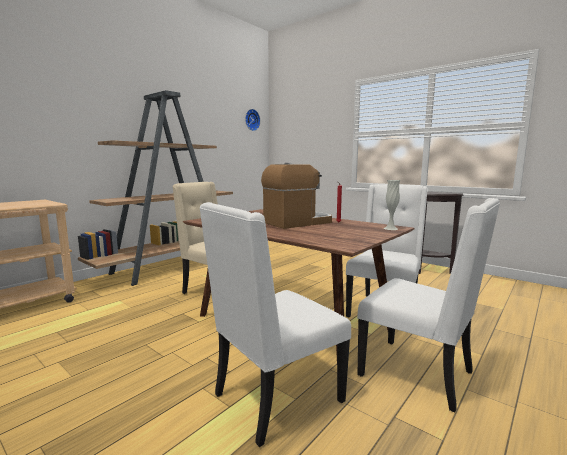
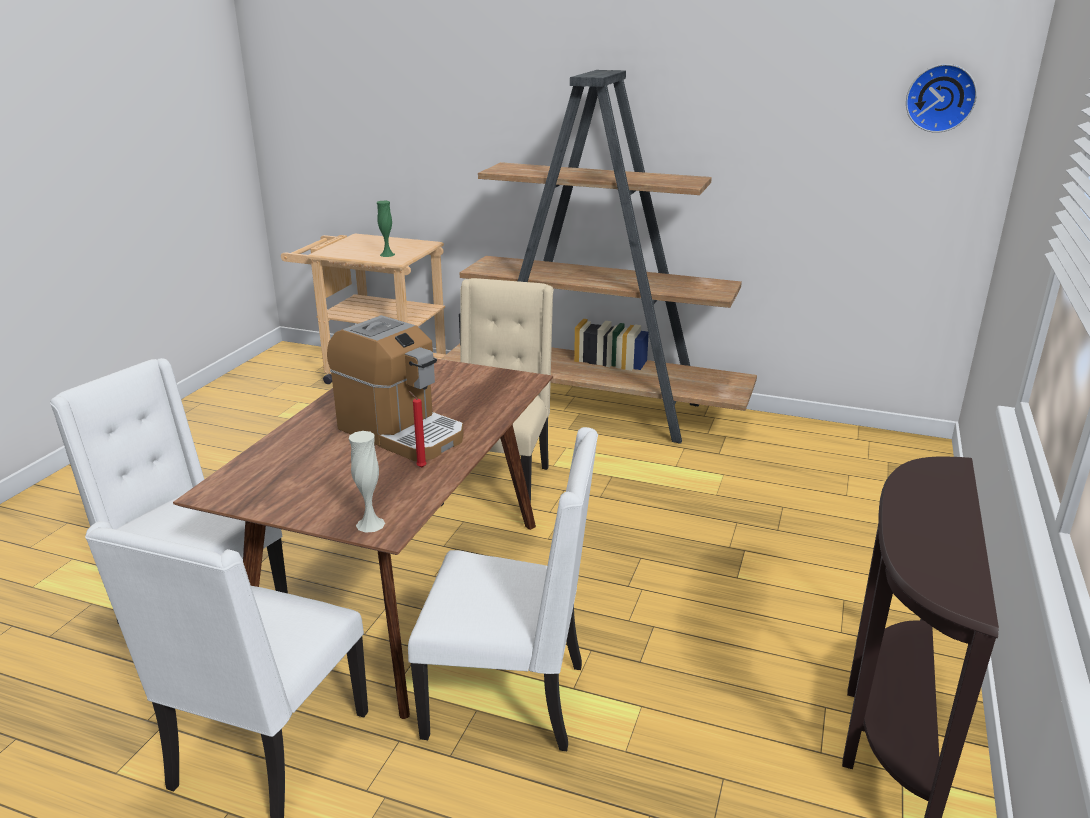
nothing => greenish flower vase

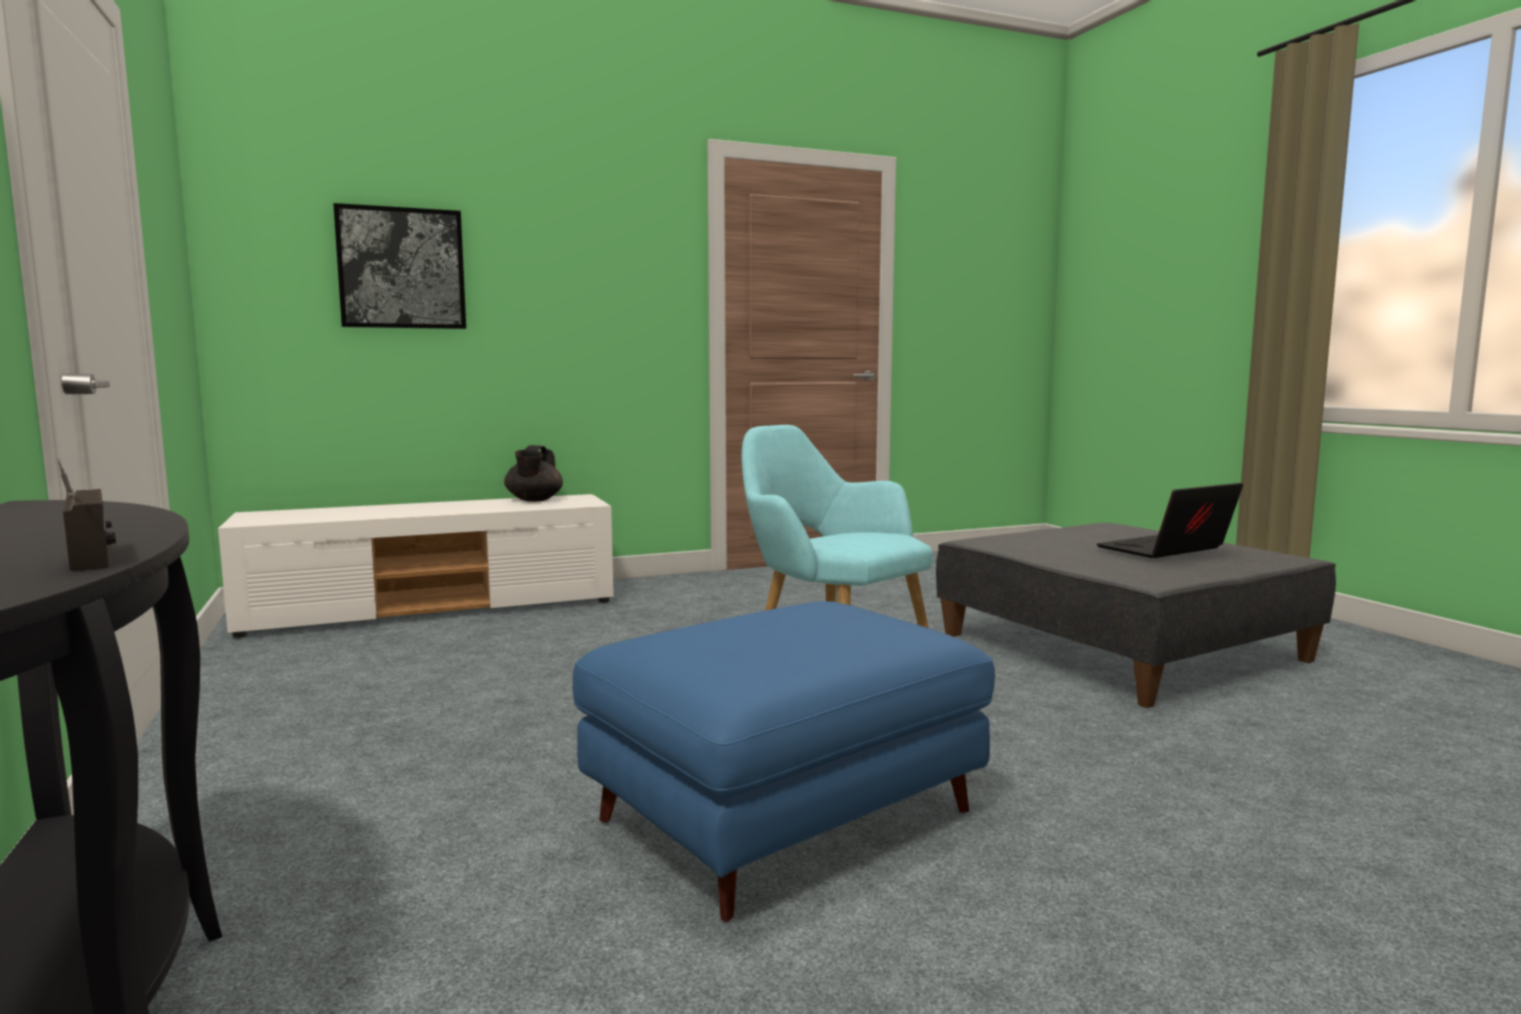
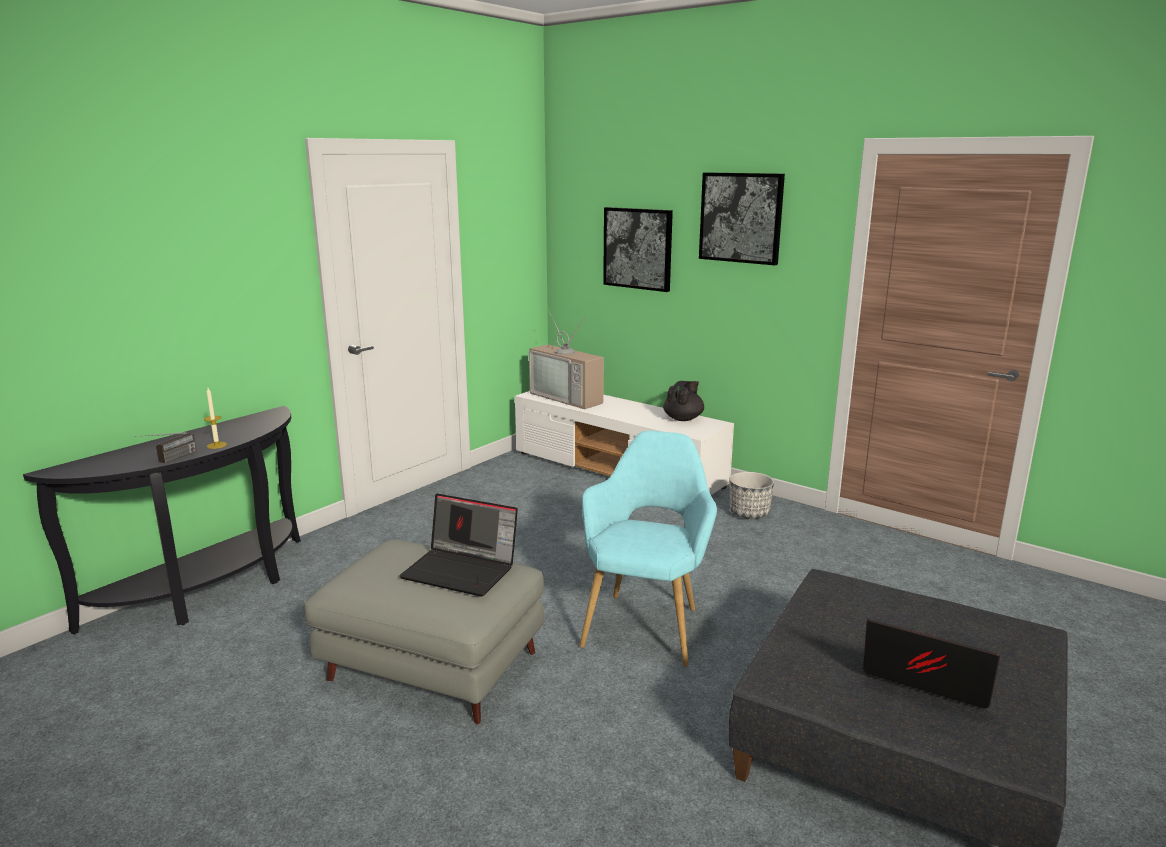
blackish teapot, 150 degrees clockwise
blue pouffe => greyish pouffe (no. 1 from left)
nothing => wax candle
nothing => laptop (no. 1 from left)
nothing => TV set
nothing => wall picture (no. 2 from left)
nothing => planter

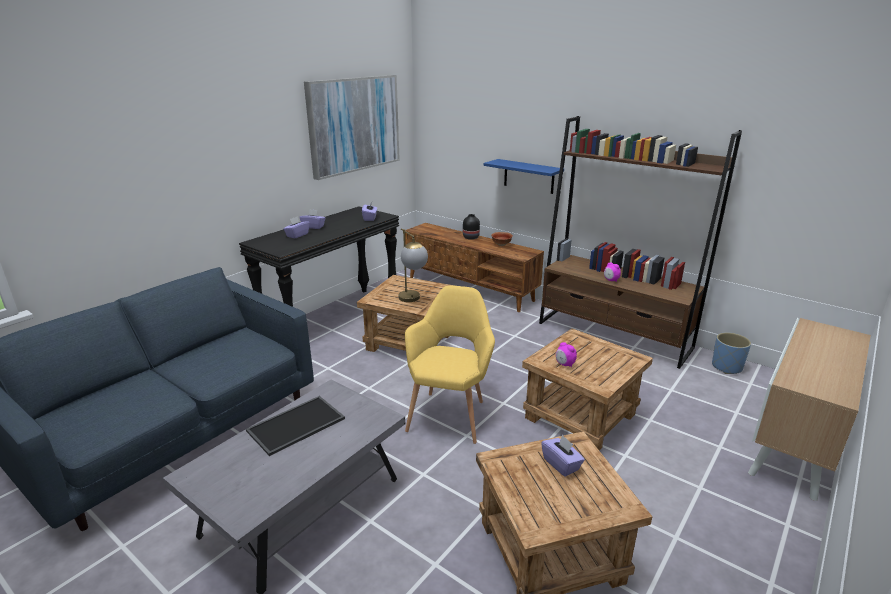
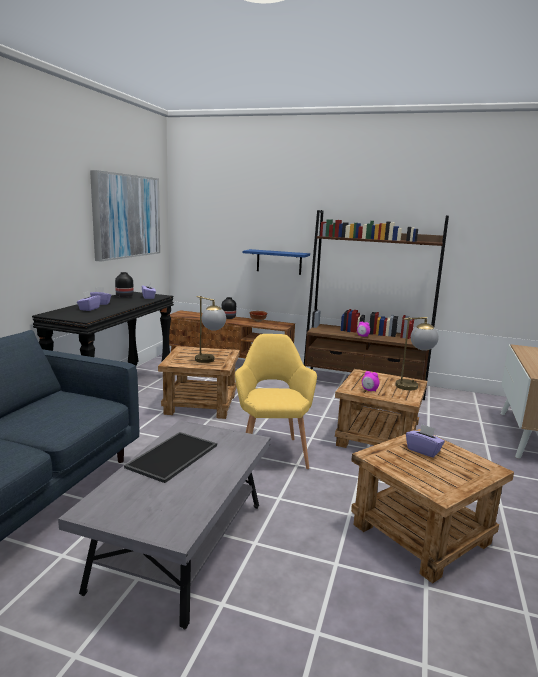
blue planter => nothing
nothing => blackish flower vase (no. 1 from left)
nothing => lamp for a table (no. 2 from left)

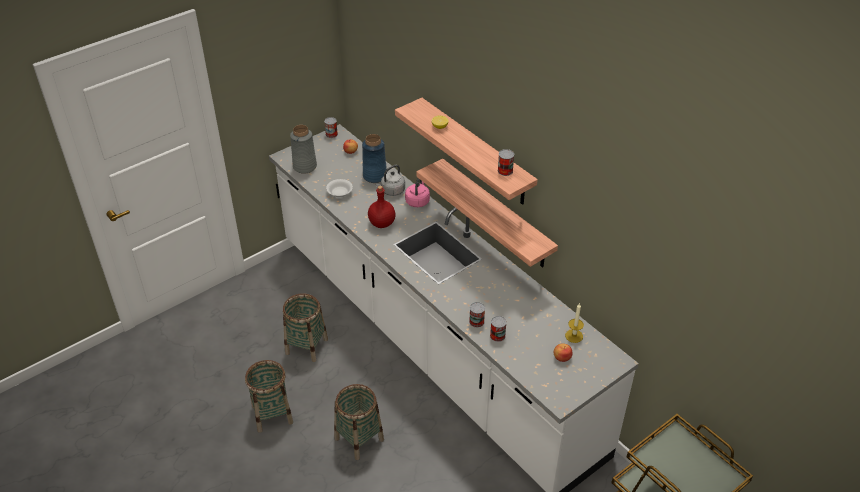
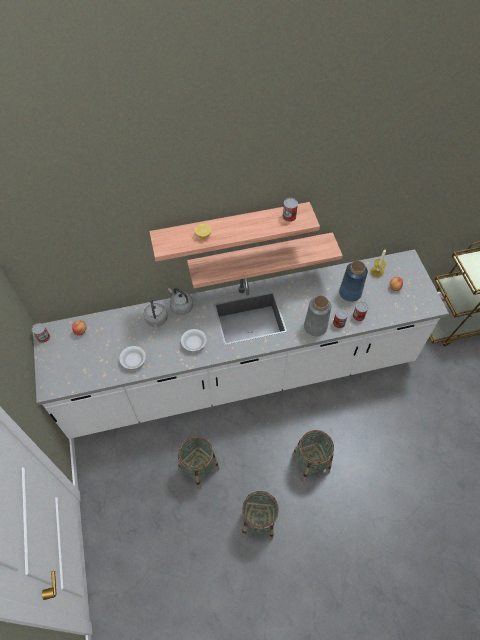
greyish flower vase, relocated
blue flower vase, relocated
red-coloured beverage bottle => white-coloured serving bowl (no. 2 from left)
pinkish tea kettle => greyish tea kettle (no. 2 from left)

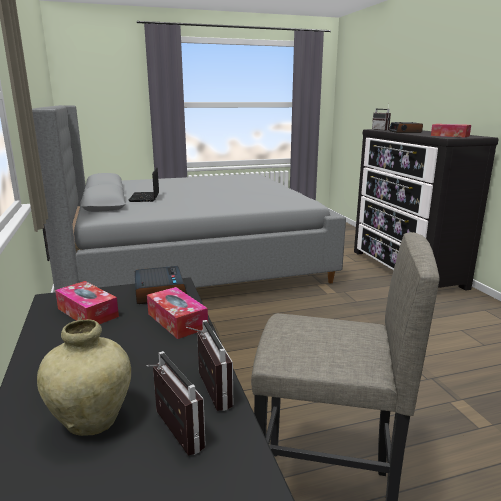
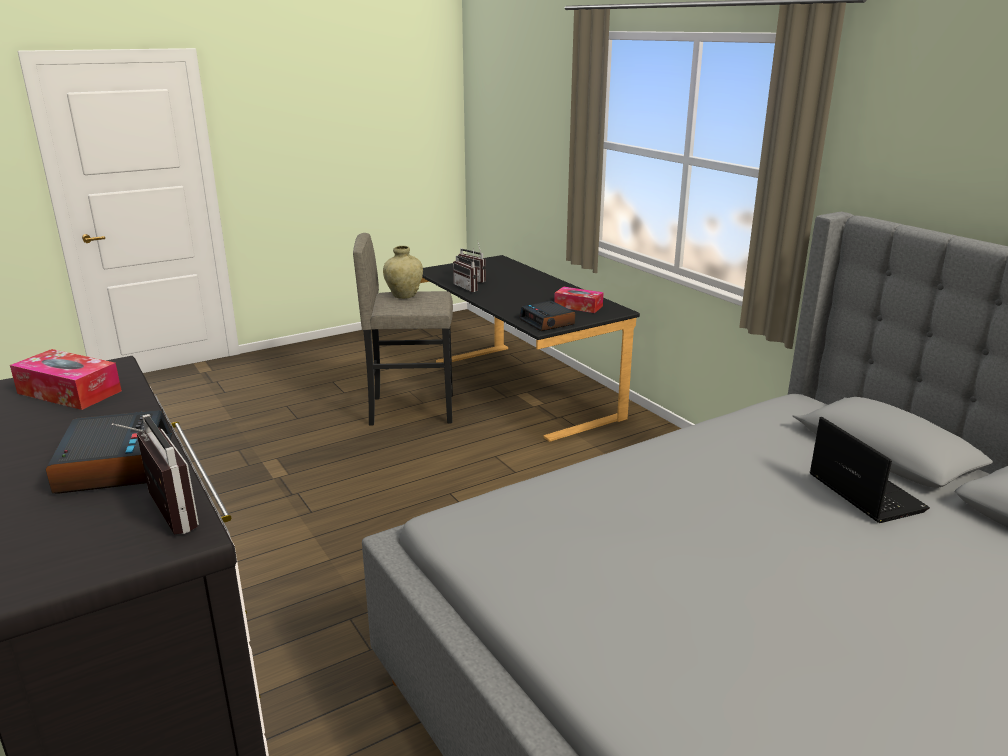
beige-coloured flower vase, relocated
tissue box (no. 2 from left) => nothing

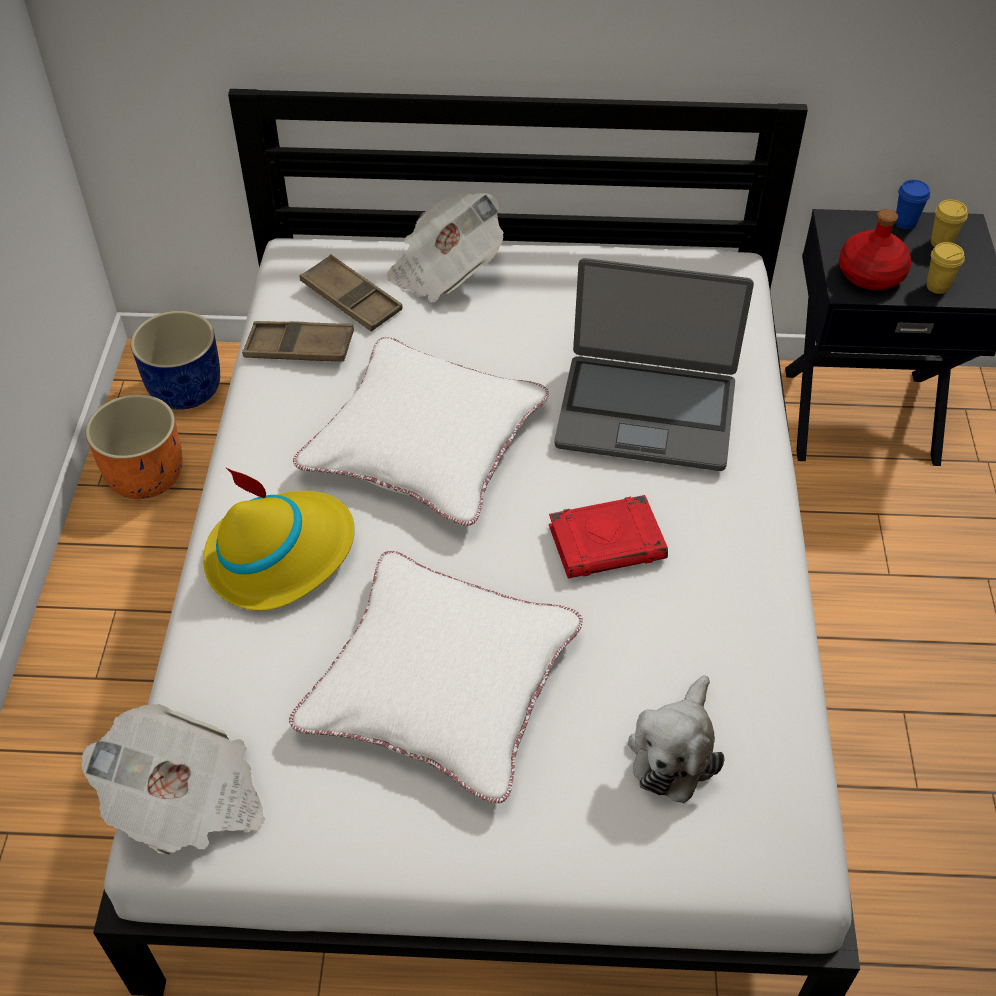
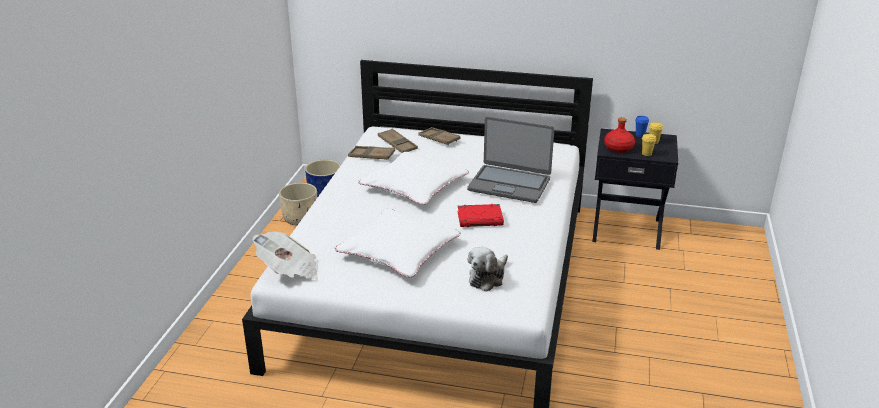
orangey planter => beige-coloured planter
yellow hat => nothing
newspaper (no. 2 from left) => brown-coloured carrying tray (no. 3 from left)

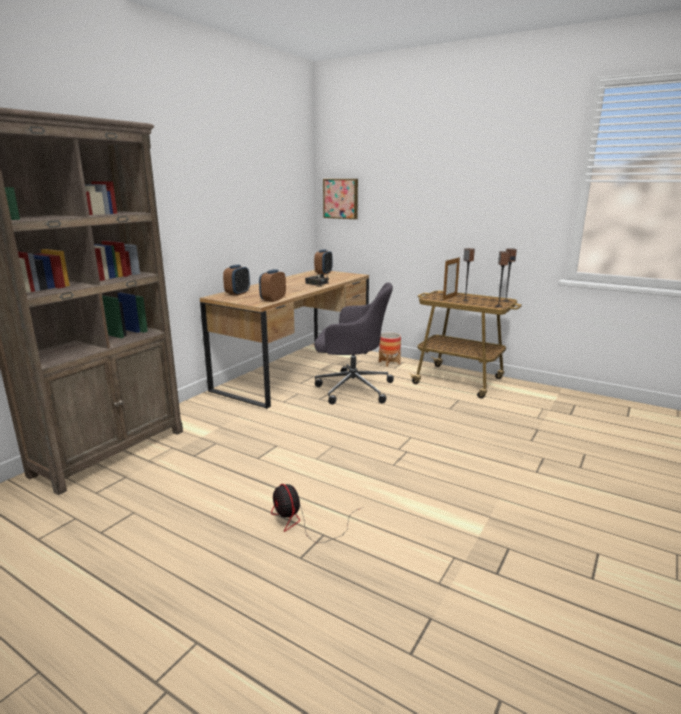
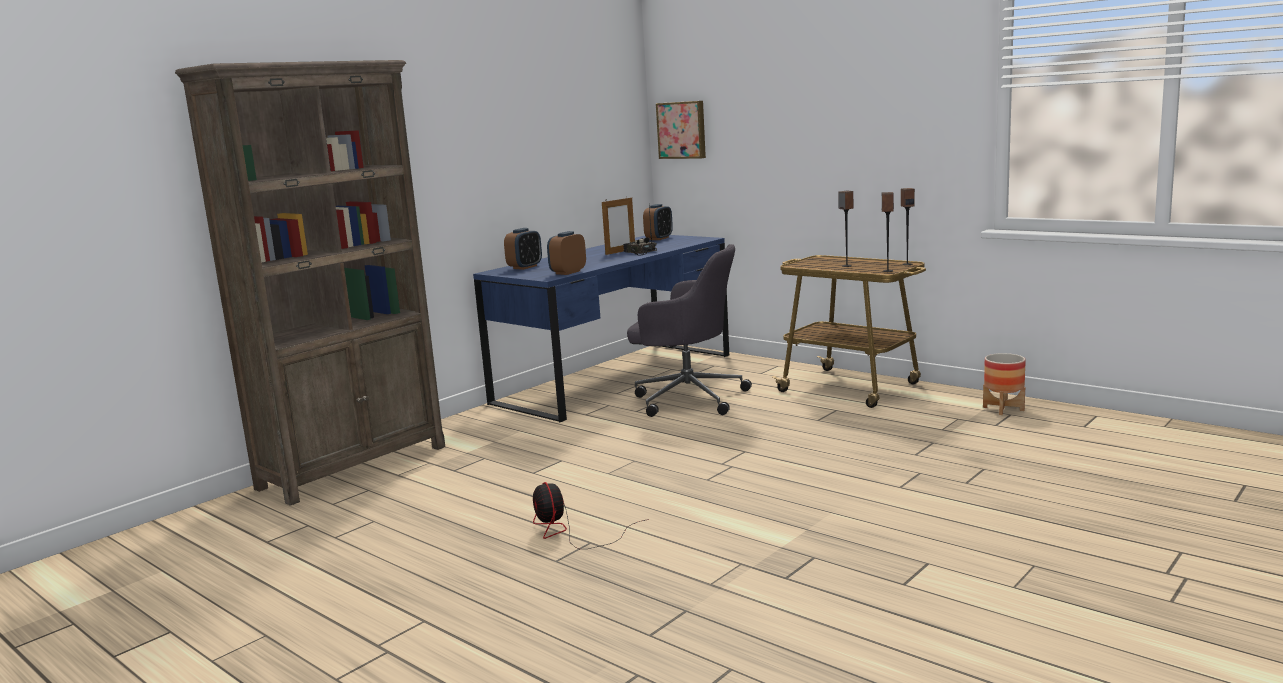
brown-coloured desk table => blue desk table
planter, relocated
picture frame, relocated

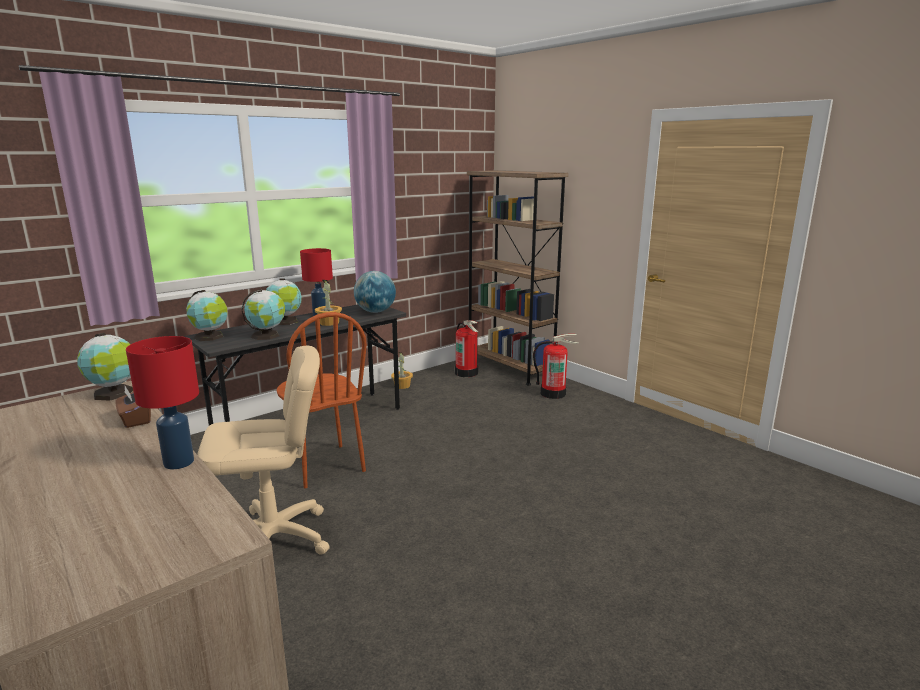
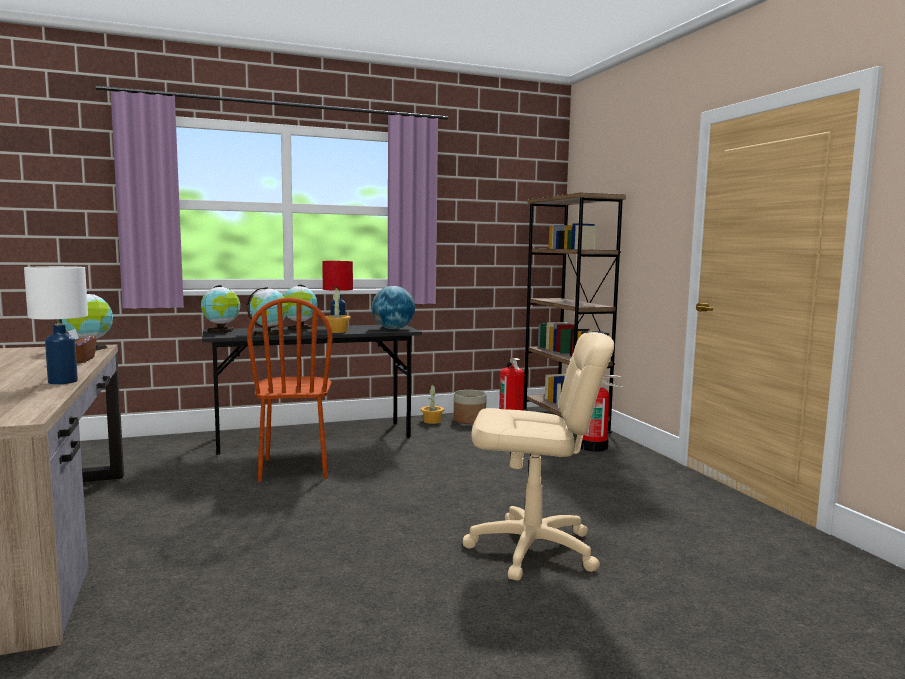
red-coloured lamp for a table (no. 1 from left) => white-coloured lamp for a table
beige-coloured desk chair, relocated
nothing => planter

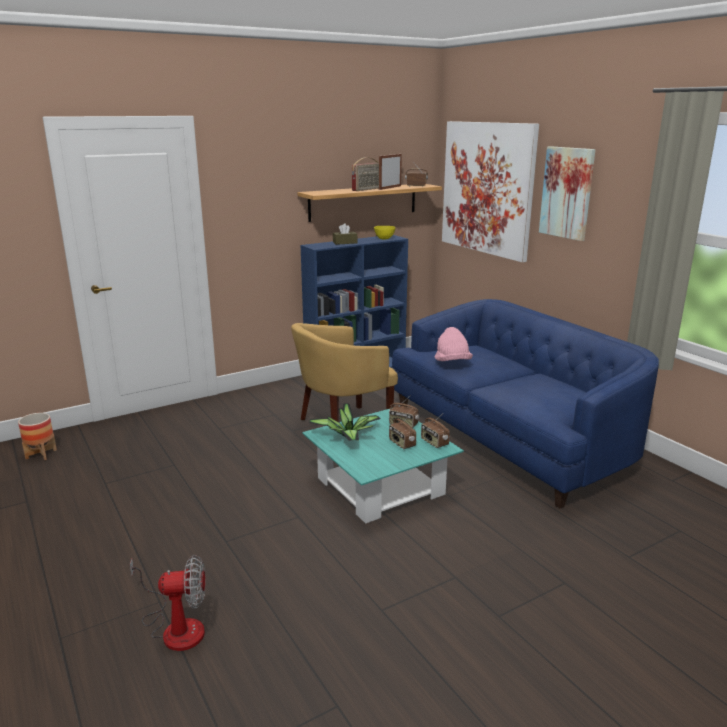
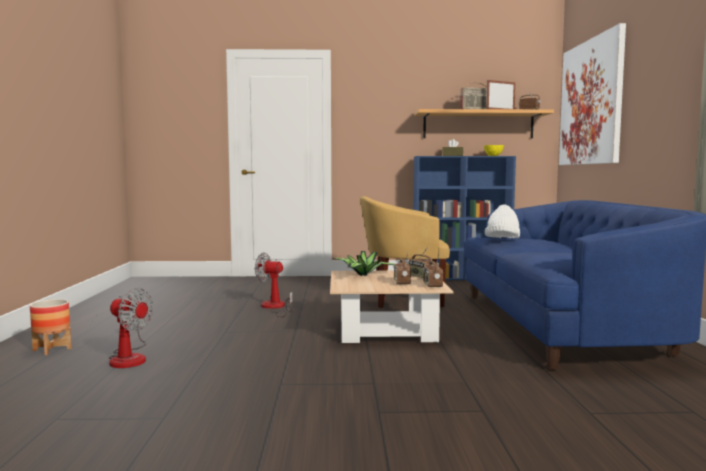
planter, relocated
blue-green lounge table => beige-coloured lounge table
pinkish hat => white-coloured hat
wall picture (no. 2 from left) => nothing
nothing => fan (no. 2 from left)

